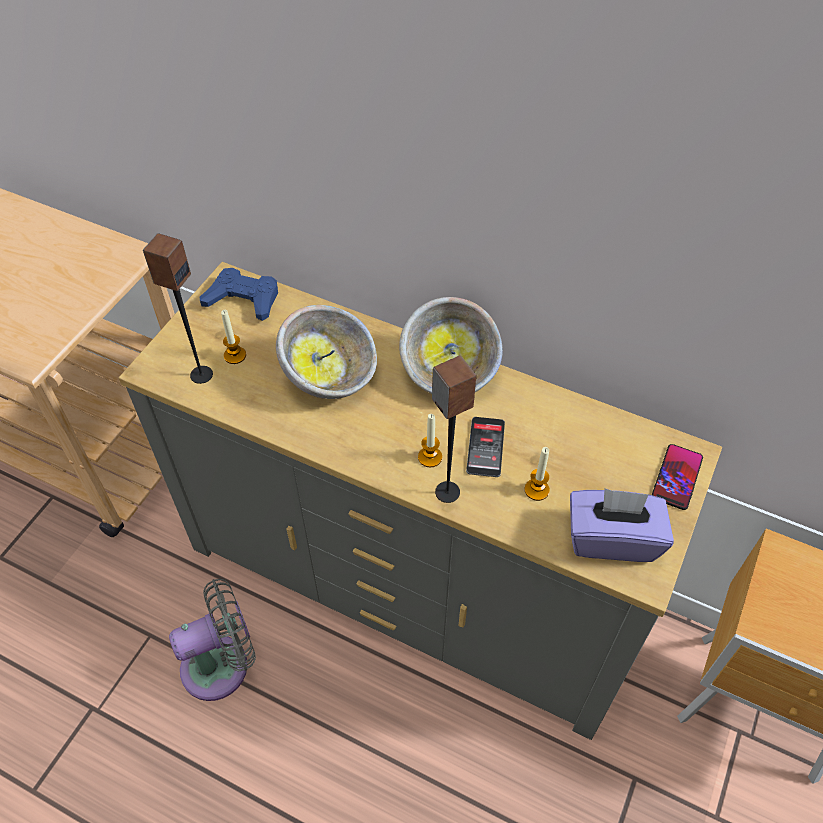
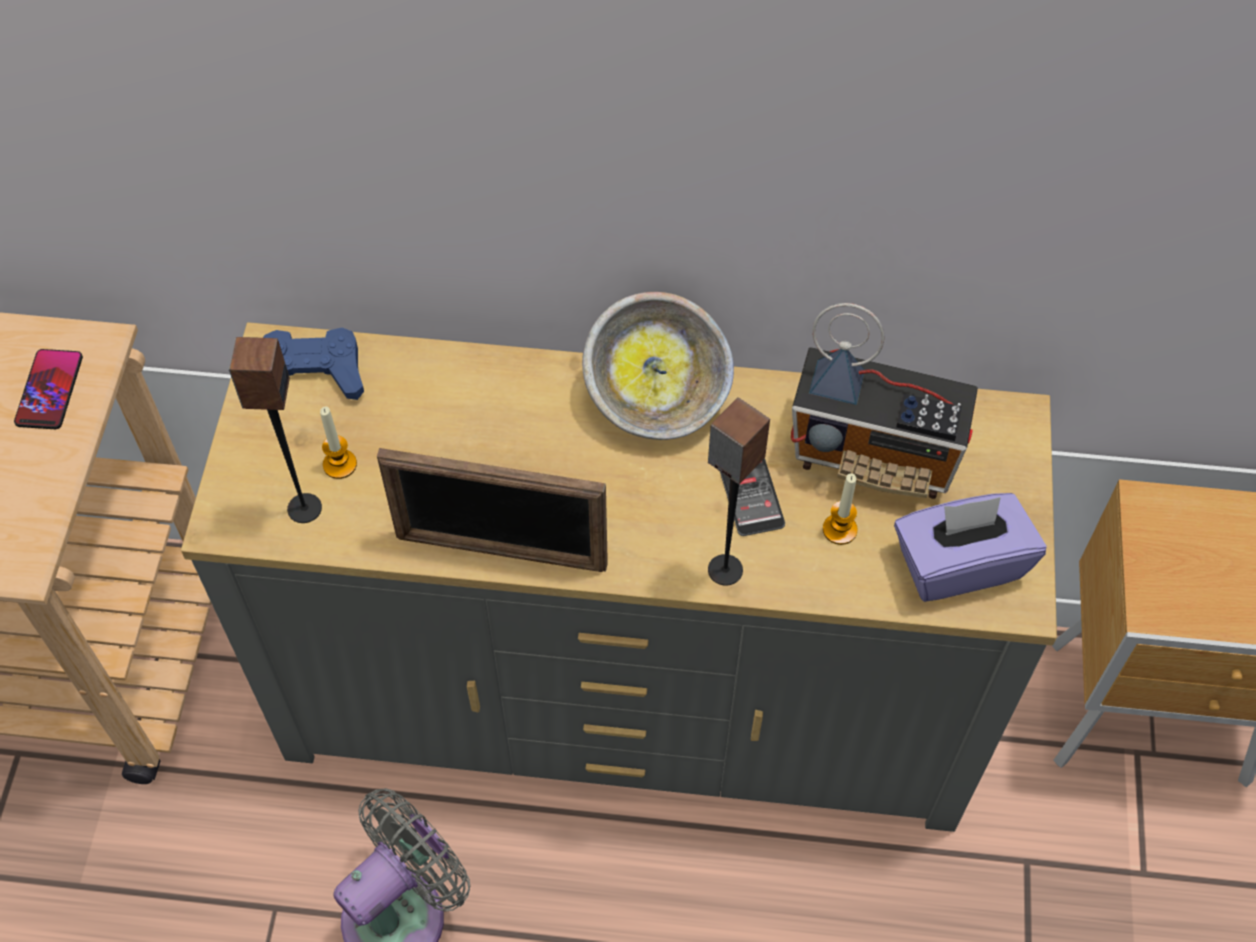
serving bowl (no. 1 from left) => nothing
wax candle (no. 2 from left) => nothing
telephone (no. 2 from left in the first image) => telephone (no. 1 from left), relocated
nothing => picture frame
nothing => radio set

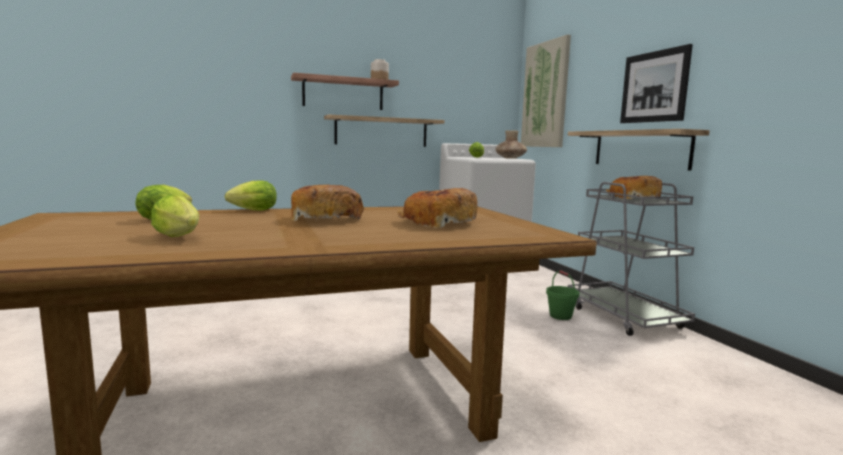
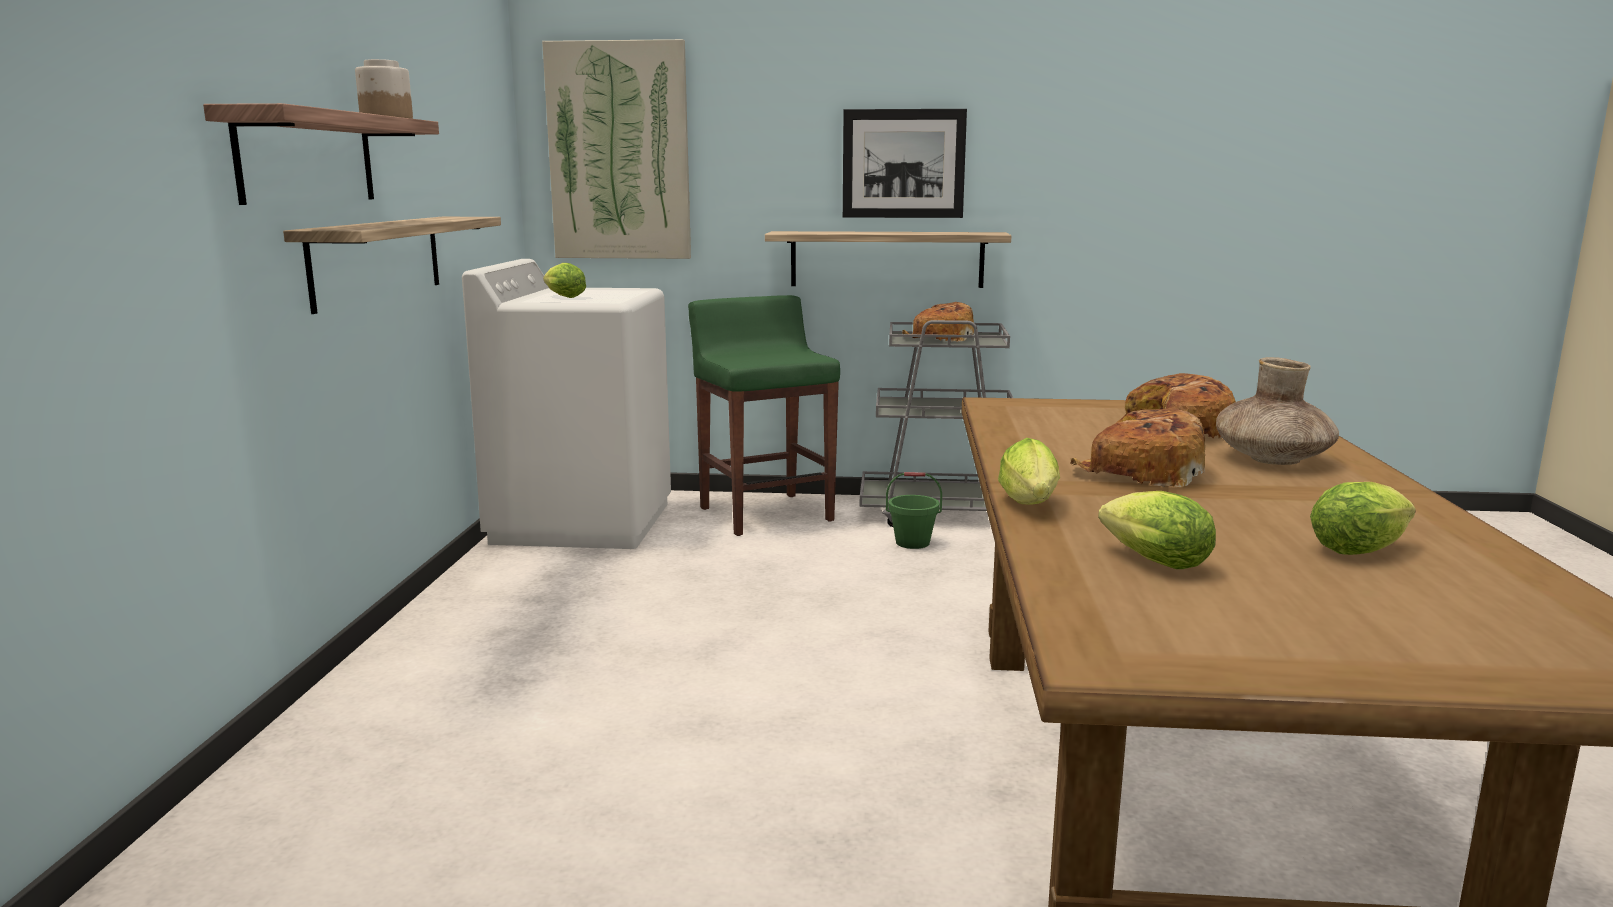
brown-coloured flower vase, relocated
nothing => greenish stool

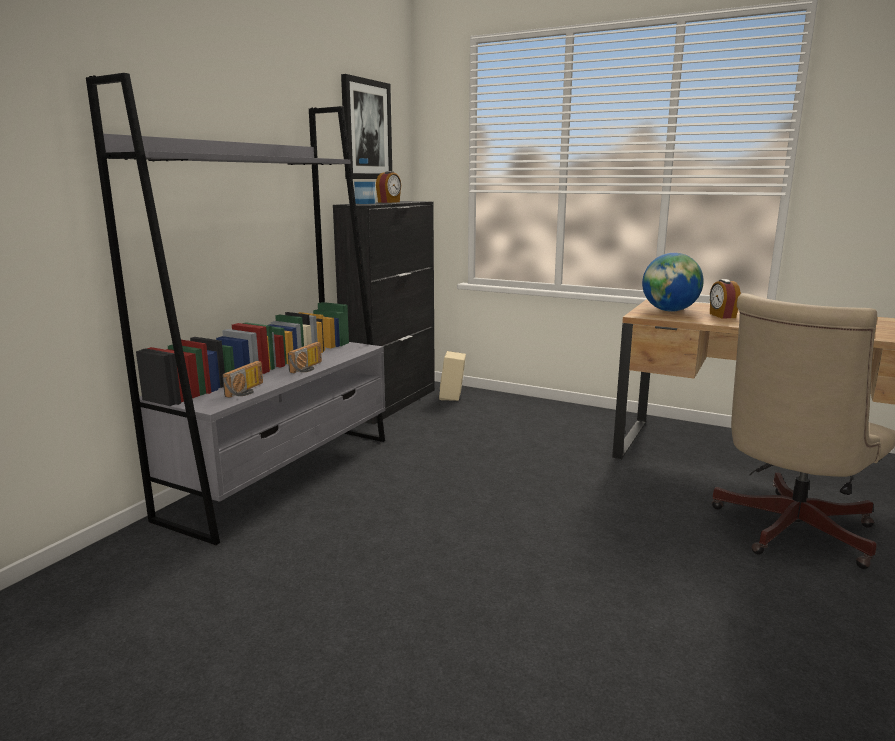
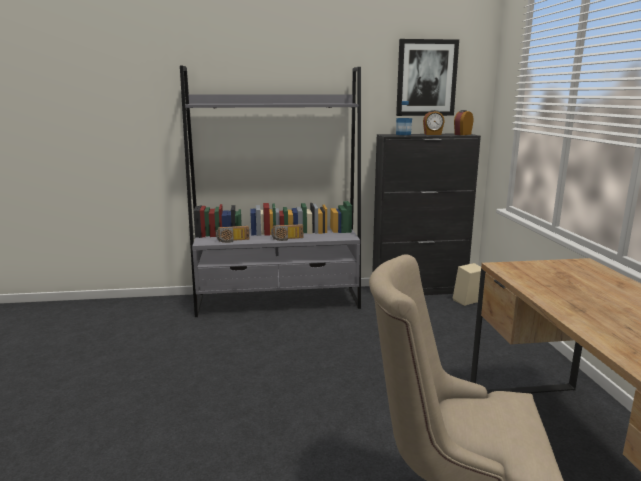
world globe => nothing
bedside clock (no. 2 from left), relocated

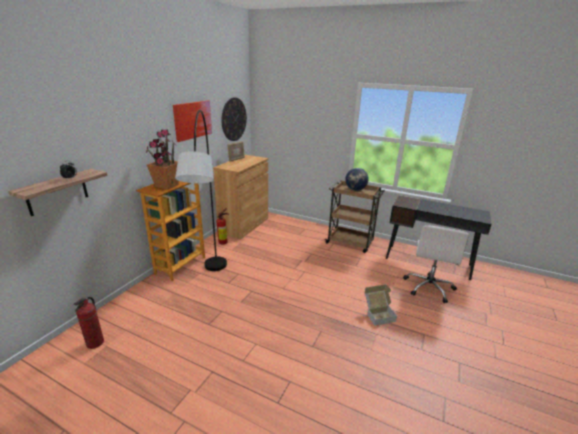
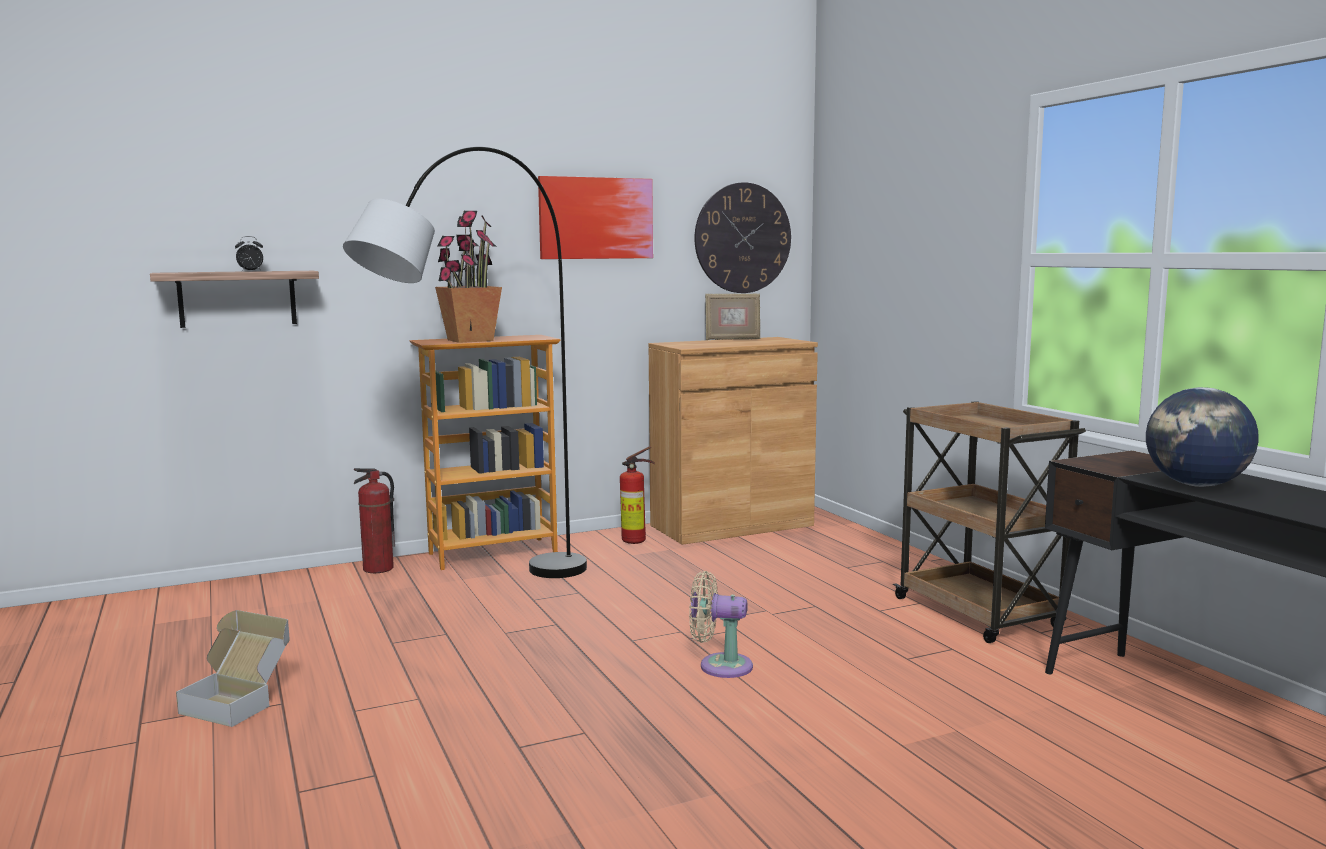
extinguisher (no. 1 from left), relocated
world globe, relocated
carton, relocated
white-coloured desk chair => nothing
nothing => beige-coloured fan

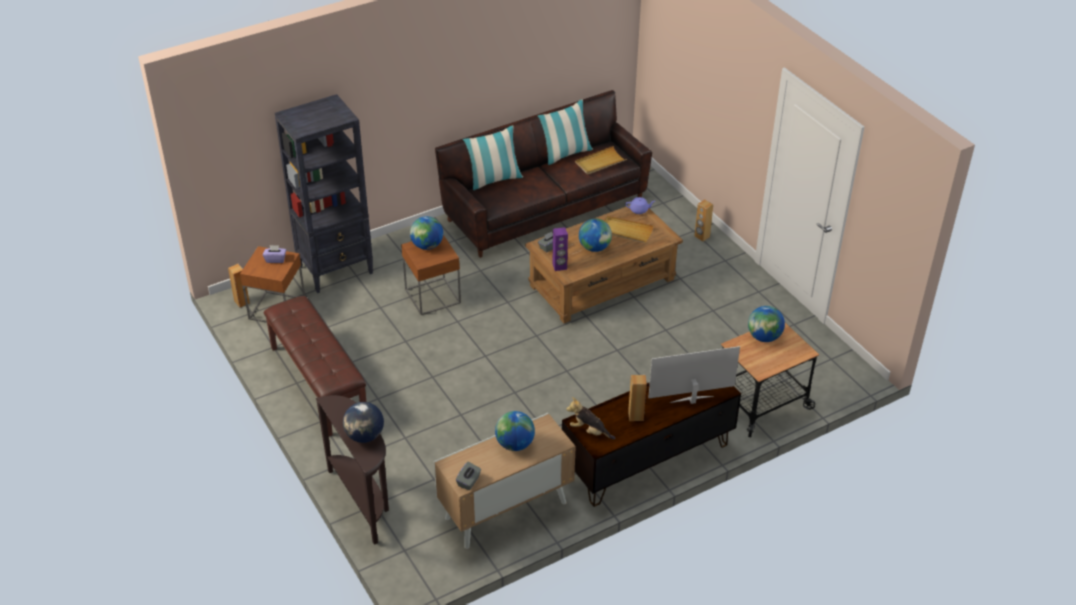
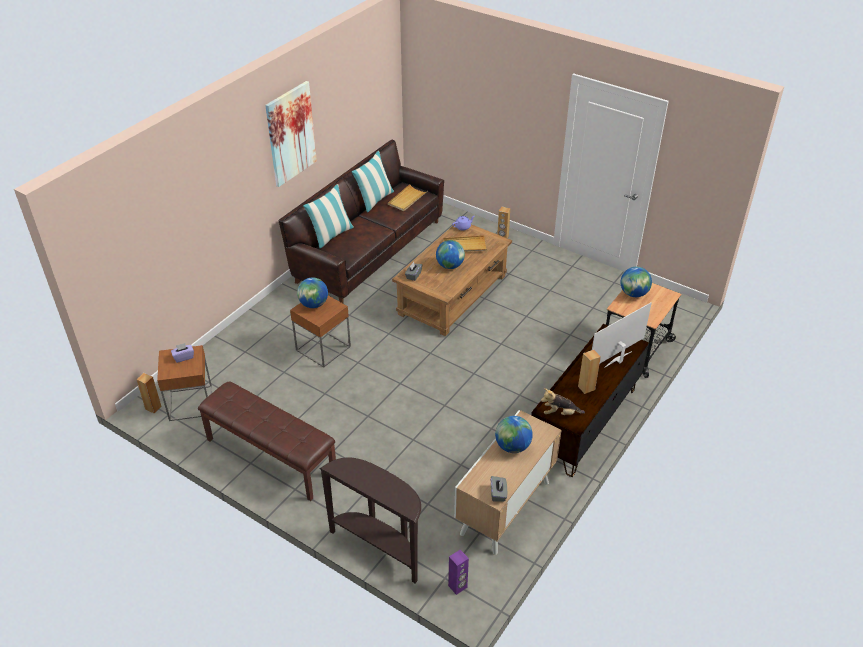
blackish bookcase => nothing
world globe (no. 1 from left) => nothing
purple speaker, relocated
nothing => wall picture

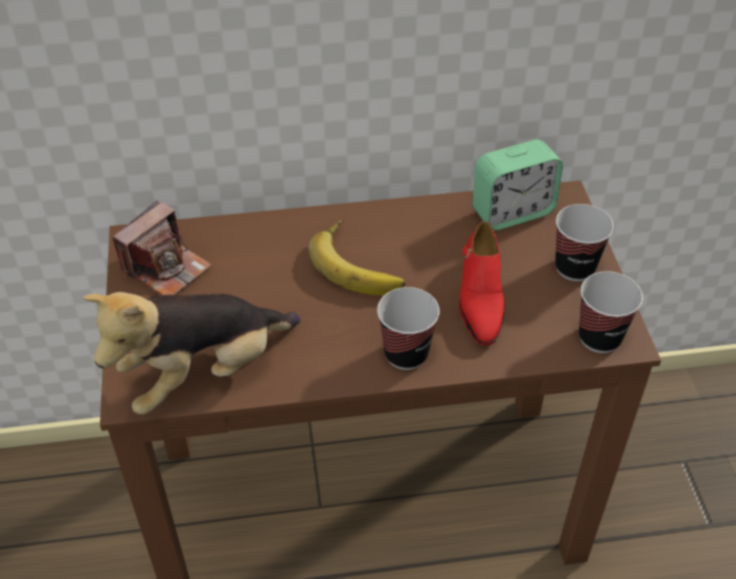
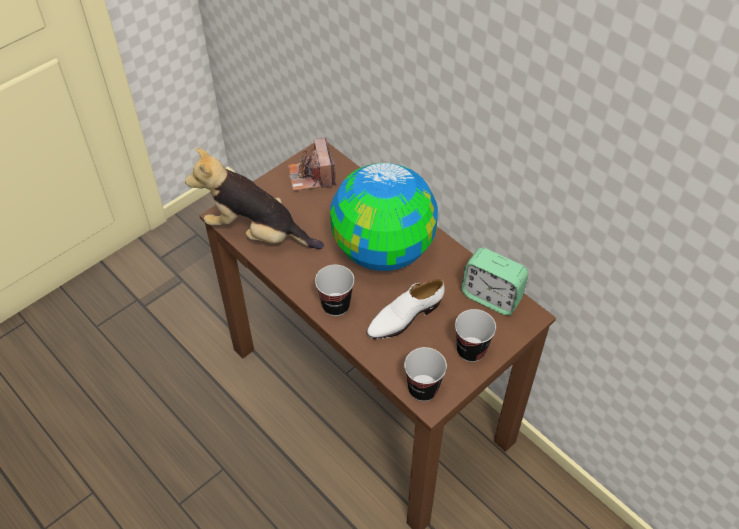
still camera, 75 degrees clockwise
banana fruit => world globe
red-coloured shoe => white-coloured shoe

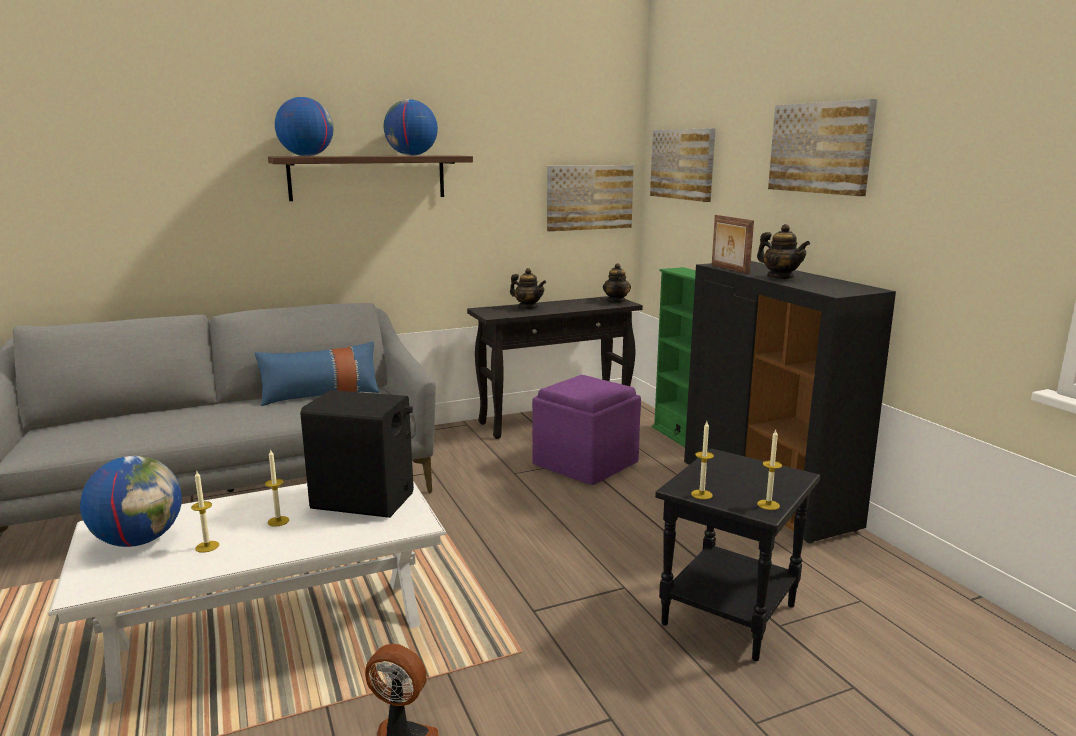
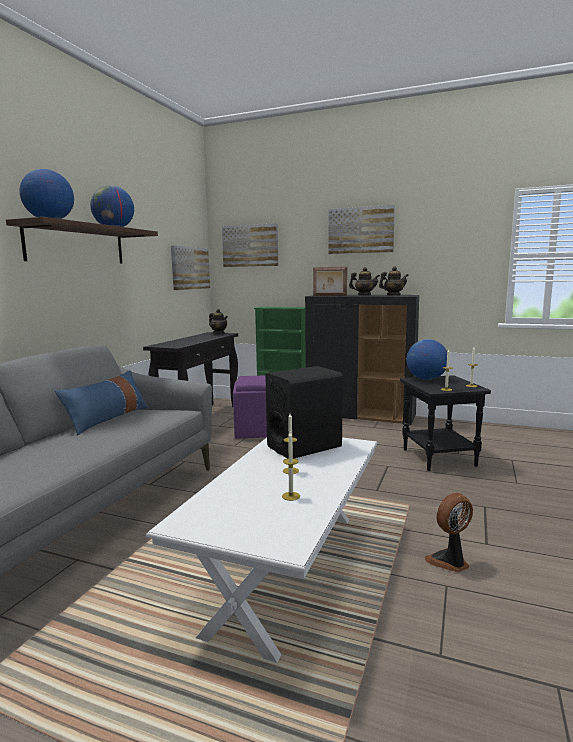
world globe (no. 1 from left in the first image) => world globe (no. 3 from left), relocated
teapot (no. 1 from left in the first image) => teapot (no. 3 from left), relocated

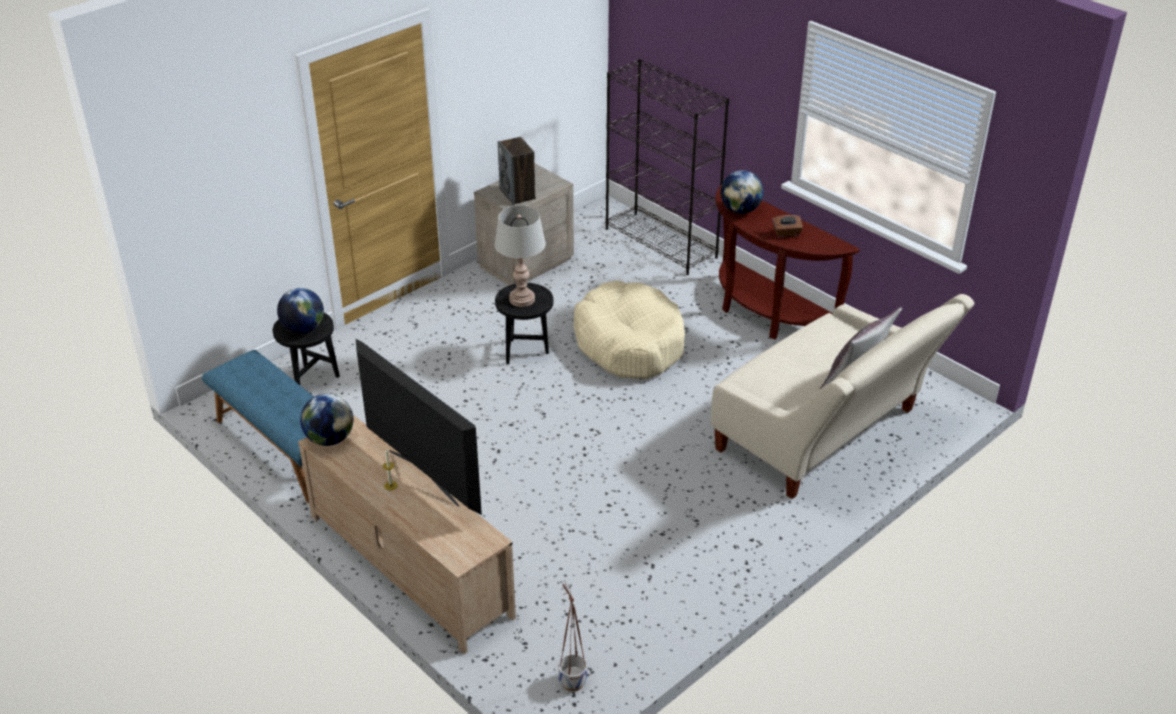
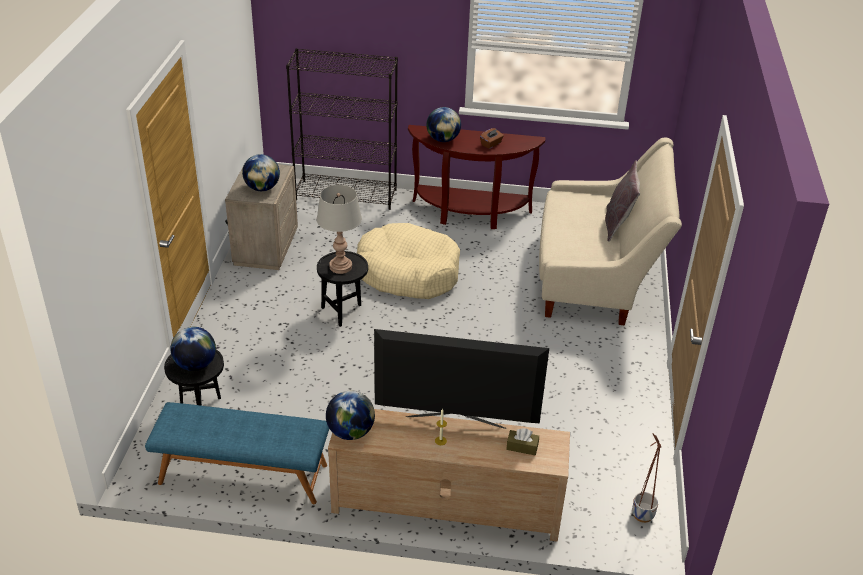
speaker => world globe (no. 2 from left)
nothing => brown-coloured tissue box (no. 2 from left)

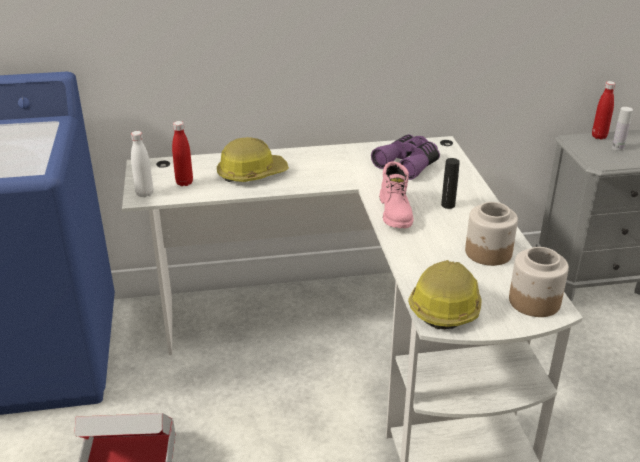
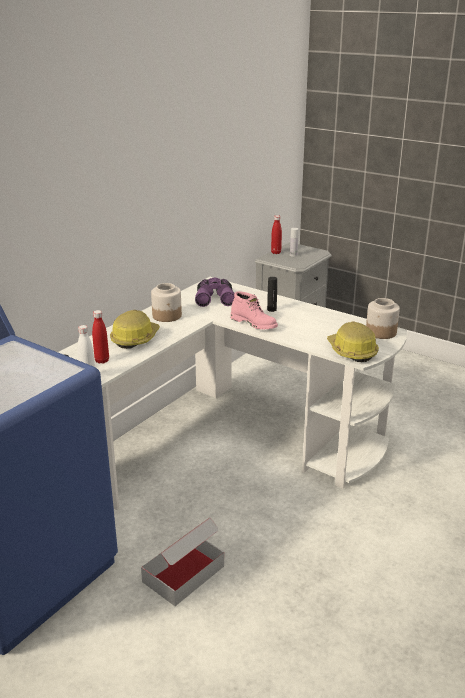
preserve jar (no. 1 from left), relocated

